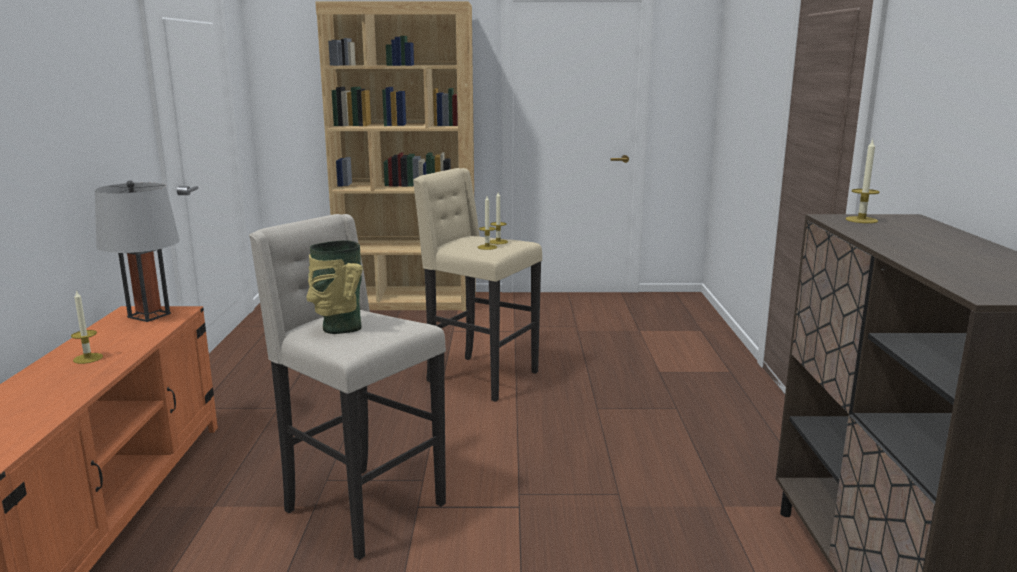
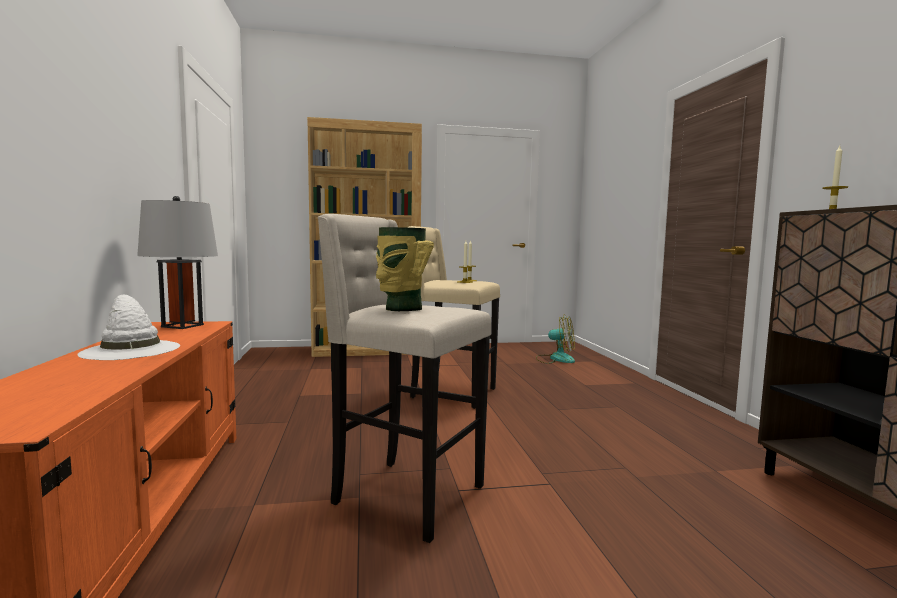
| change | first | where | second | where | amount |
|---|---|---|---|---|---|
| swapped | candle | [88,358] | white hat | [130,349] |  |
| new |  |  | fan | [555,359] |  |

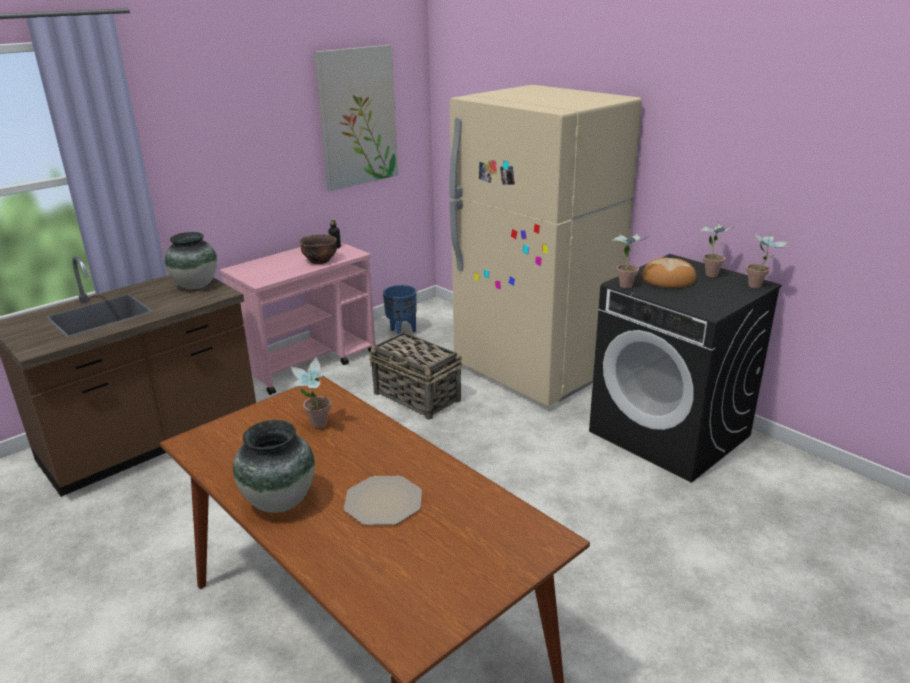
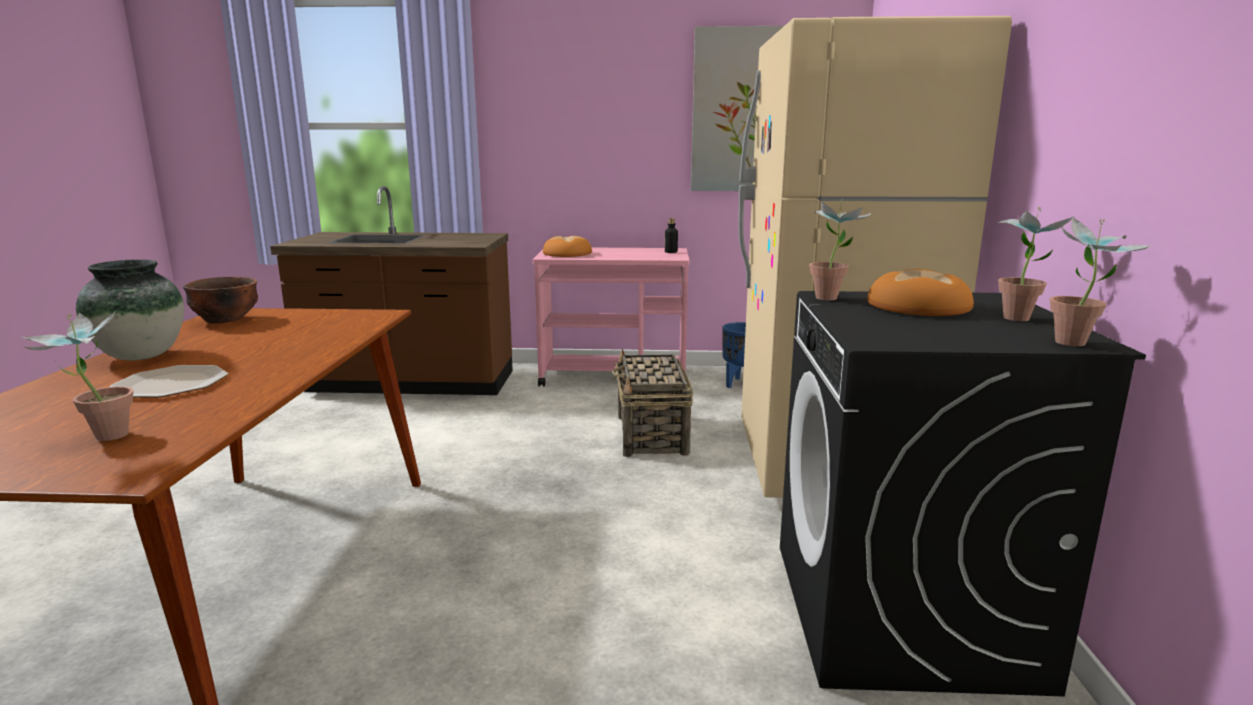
| change | first | where | second | where | amount |
|---|---|---|---|---|---|
| shifted | potted plant | [317,427] |  | [99,437] |  |
| shifted | brown bowl | [319,261] |  | [225,320] |  |
| new |  |  | bread | [567,253] |  |
| gone | vase | [196,286] |  |  |  |

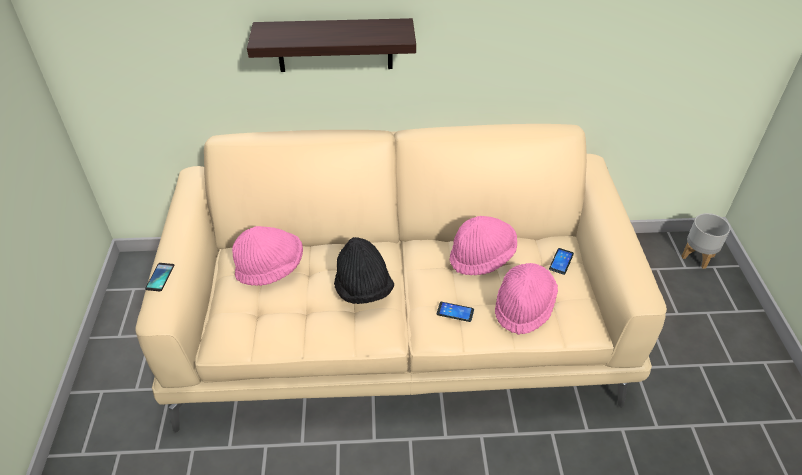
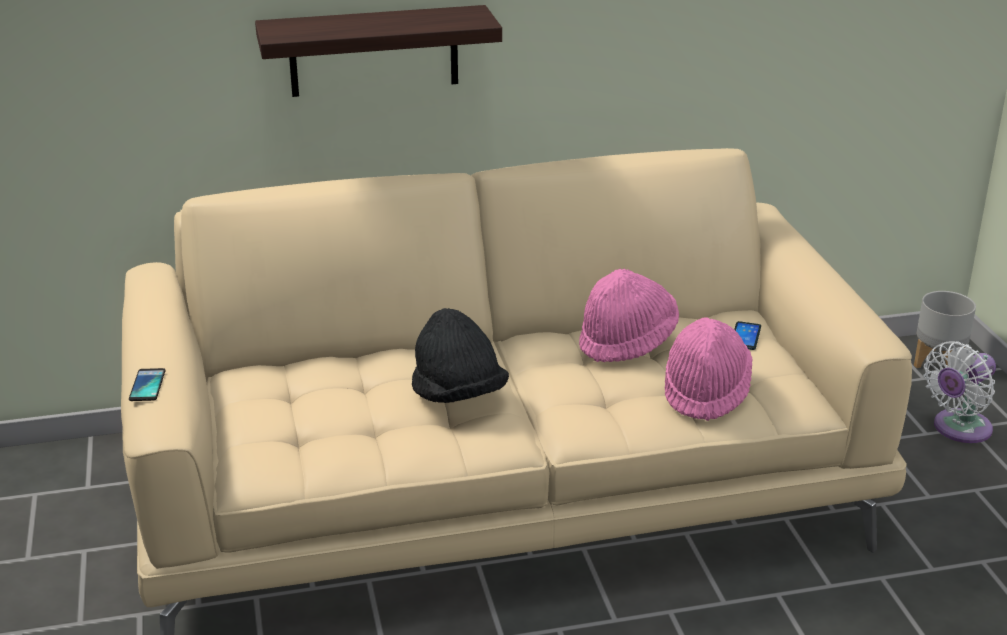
| change | first | where | second | where | amount |
|---|---|---|---|---|---|
| new |  |  | white fan | [958,429] |  |
| gone | pink hat | [270,268] |  |  |  |
| gone | phone | [455,312] |  |  |  |

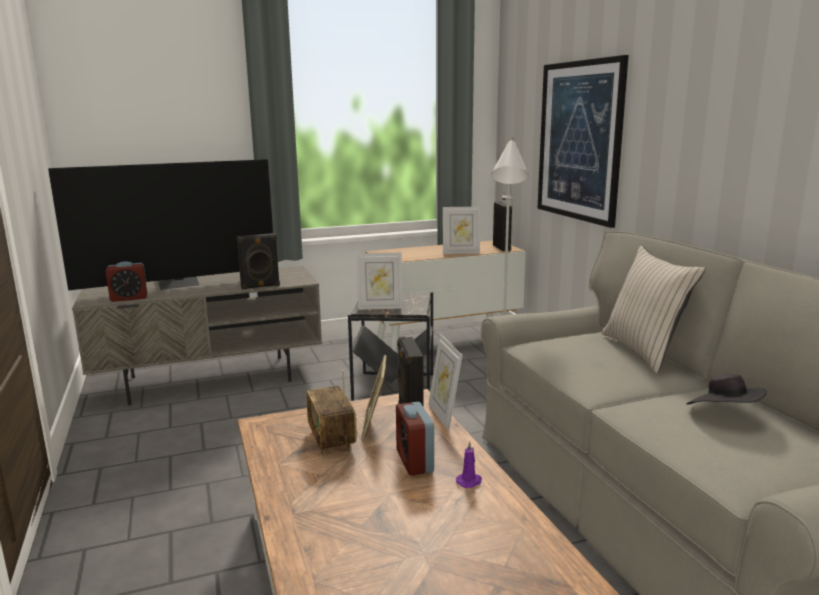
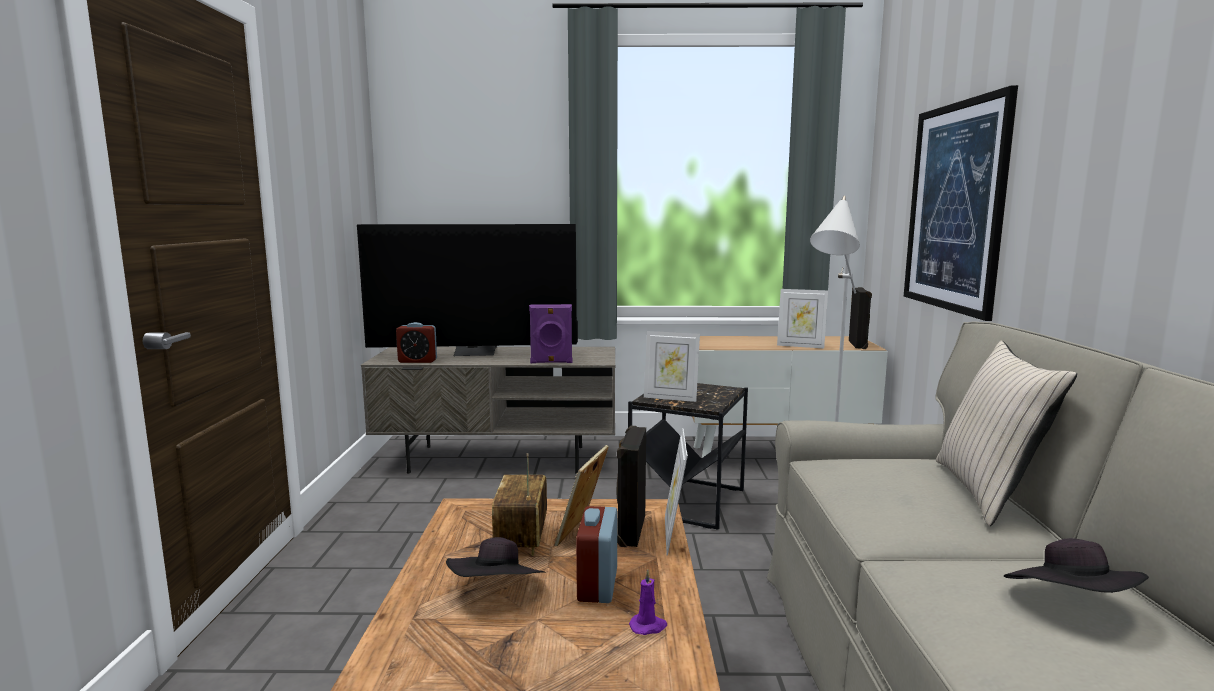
| change | first | where | second | where | amount |
|---|---|---|---|---|---|
| new |  |  | black hat | [497,592] |  |
| repainted | black speaker | [260,286] | purple speaker | [551,362] |  |

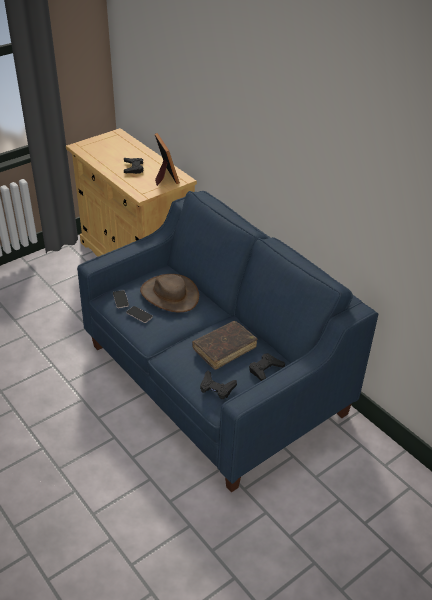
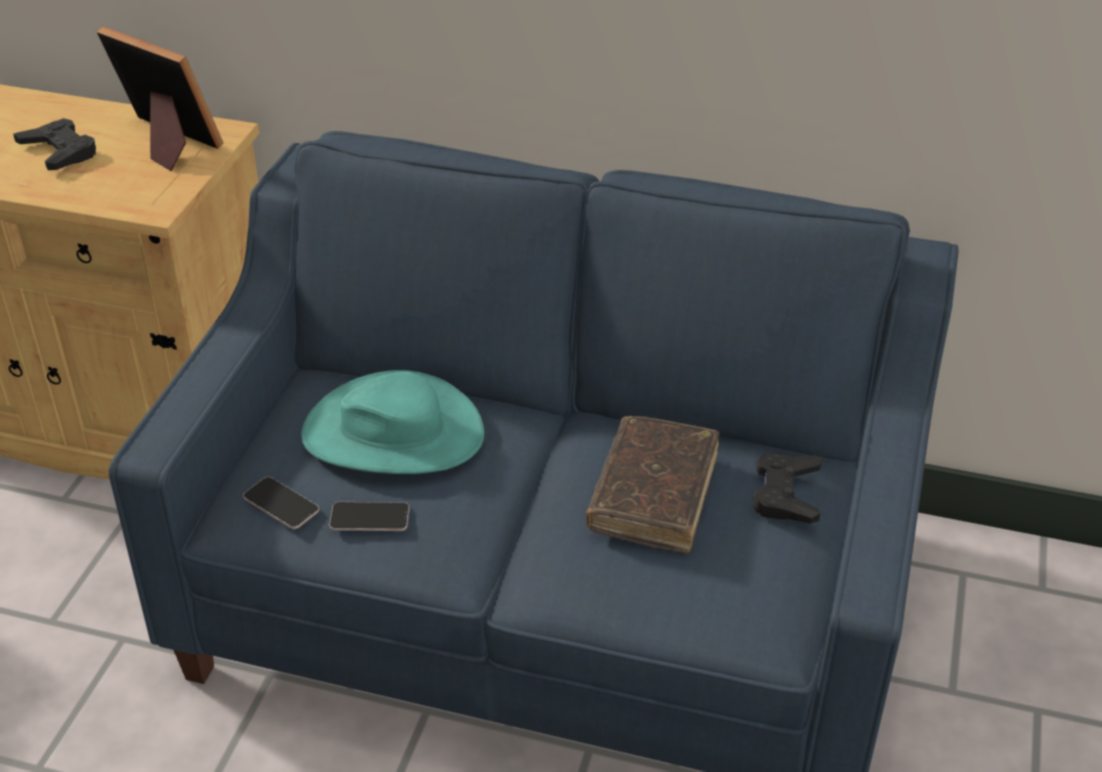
| change | first | where | second | where | amount |
|---|---|---|---|---|---|
| repainted | brown hat | [169,294] | turquoise hat | [393,433] |  |
| gone | black game controller | [216,388] |  |  |  |

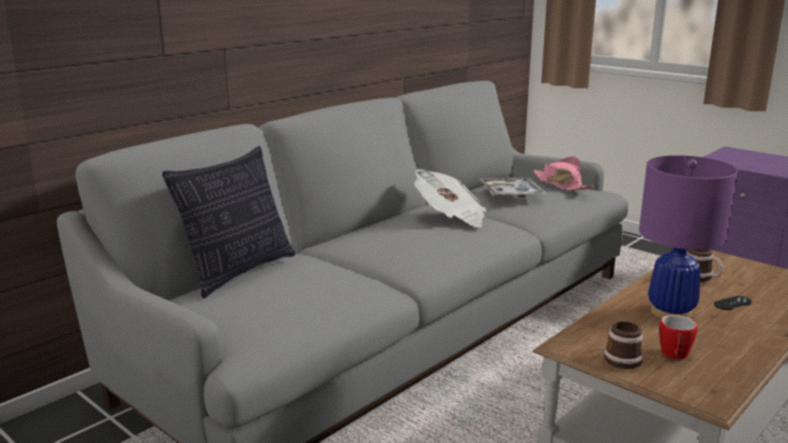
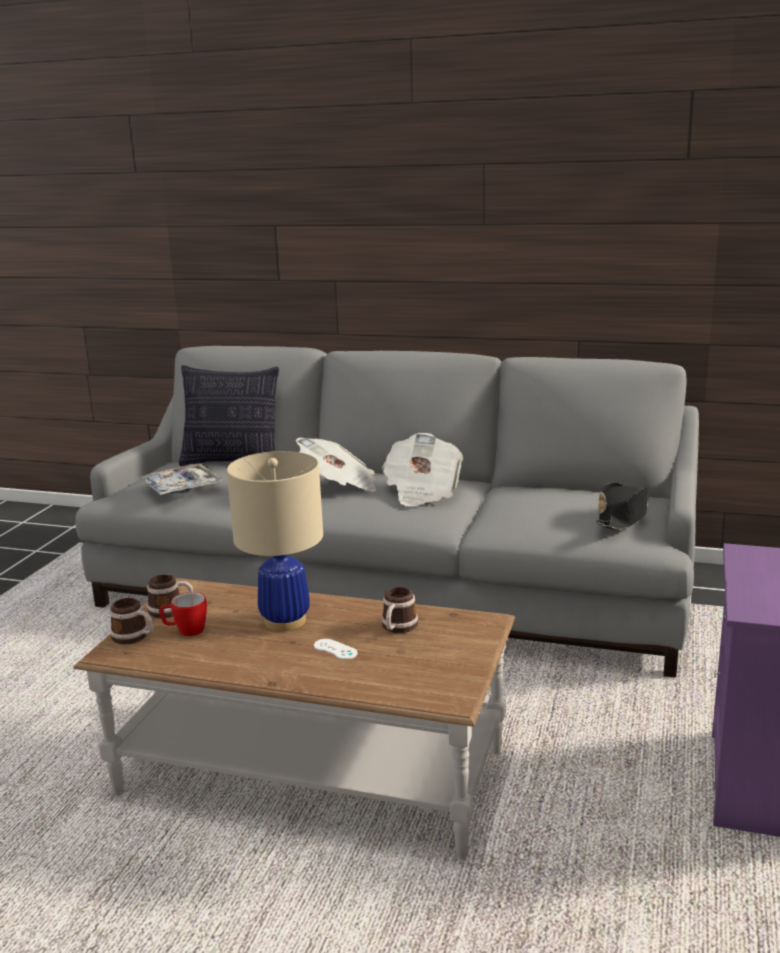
| change | first | where | second | where | amount |
|---|---|---|---|---|---|
| new |  |  | mug | [134,637] |  |
| shifted | tray | [511,194] |  | [181,488] |  |
| repainted | purple table lamp | [671,312] | beige table lamp | [285,621] |  |
| new |  |  | newspaper | [340,485] |  |
| repainted | black game controller | [732,303] | white game controller | [335,649] |  |
| repainted | pink hat | [561,184] | black hat | [623,517] |  |

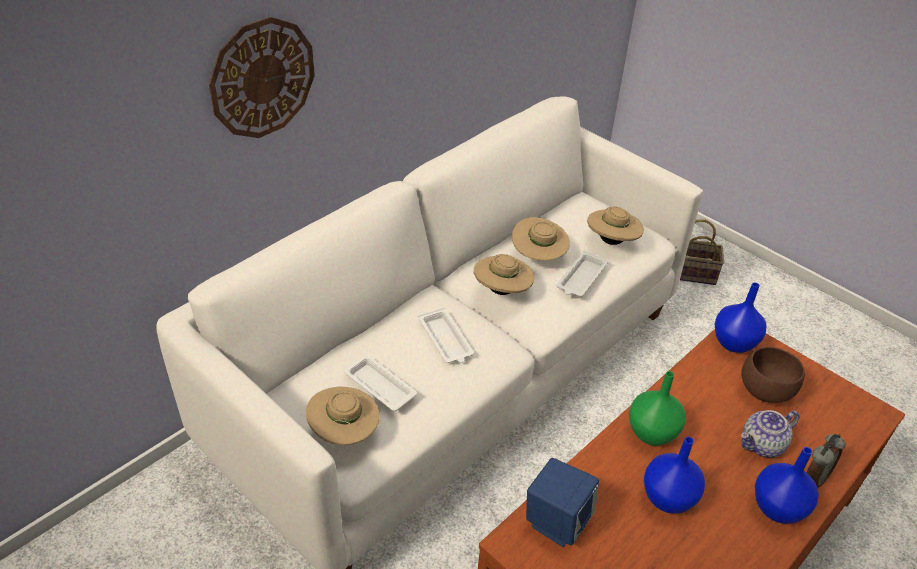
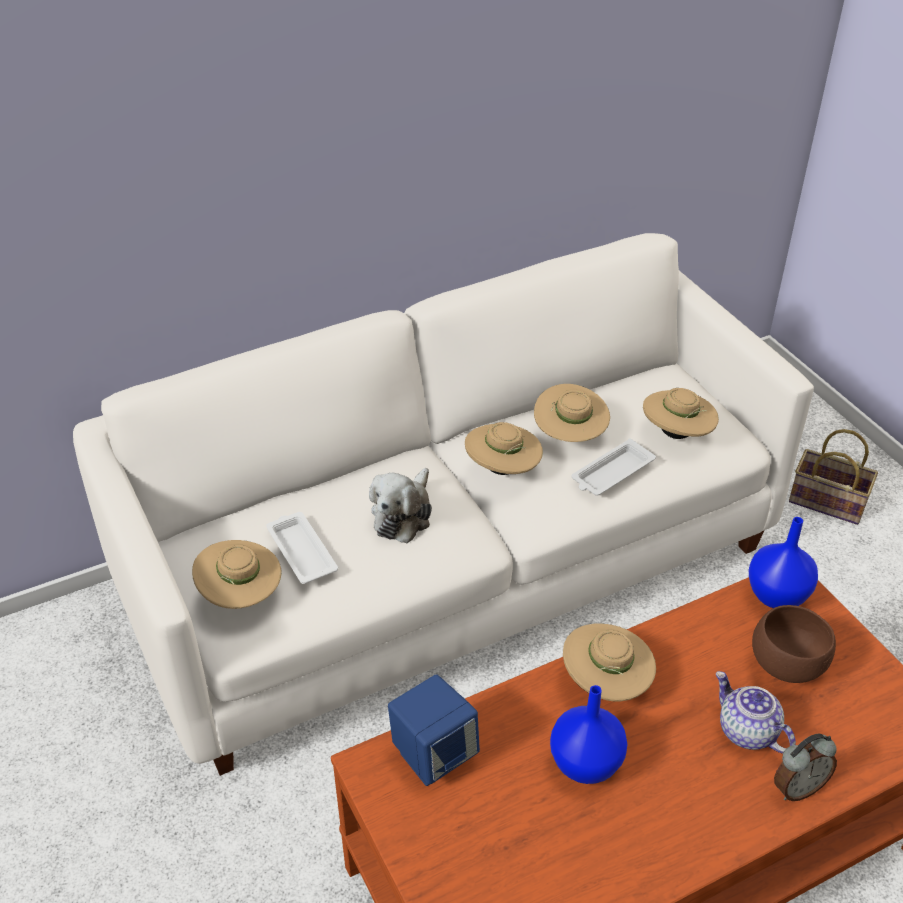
| change | first | where | second | where | amount |
|---|---|---|---|---|---|
| swapped | white tray | [445,340] | plush toy | [403,515] |  |
| swapped | green vase | [652,434] | beige hat | [606,683] |  |
| rotated | teapot | [762,445] |  | [746,731] | 60 degrees clockwise |
| gone | wall clock | [262,78] |  |  |  |
| gone | blue vase | [778,507] |  |  |  |

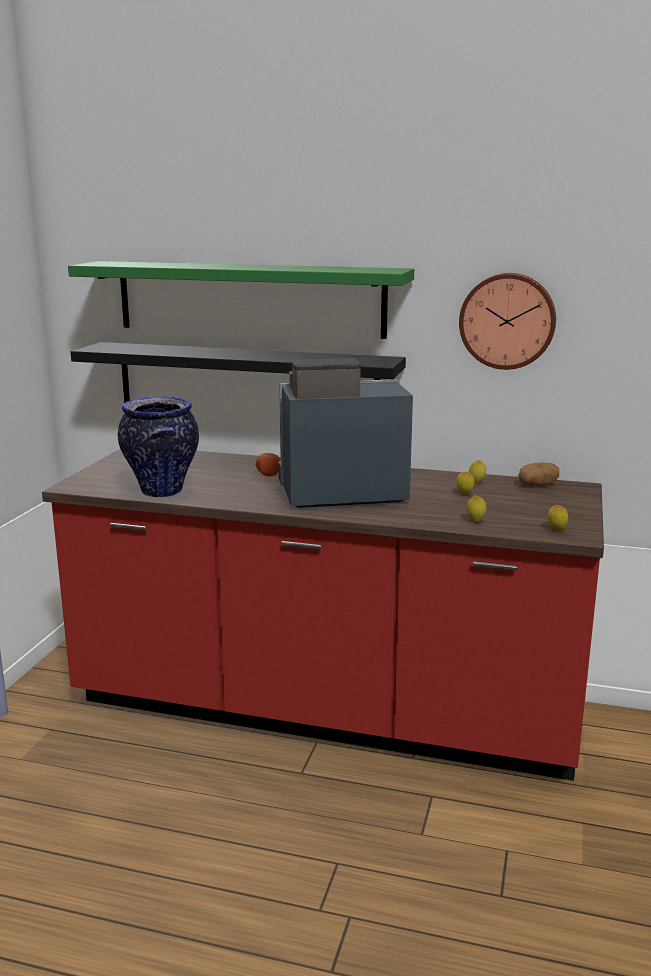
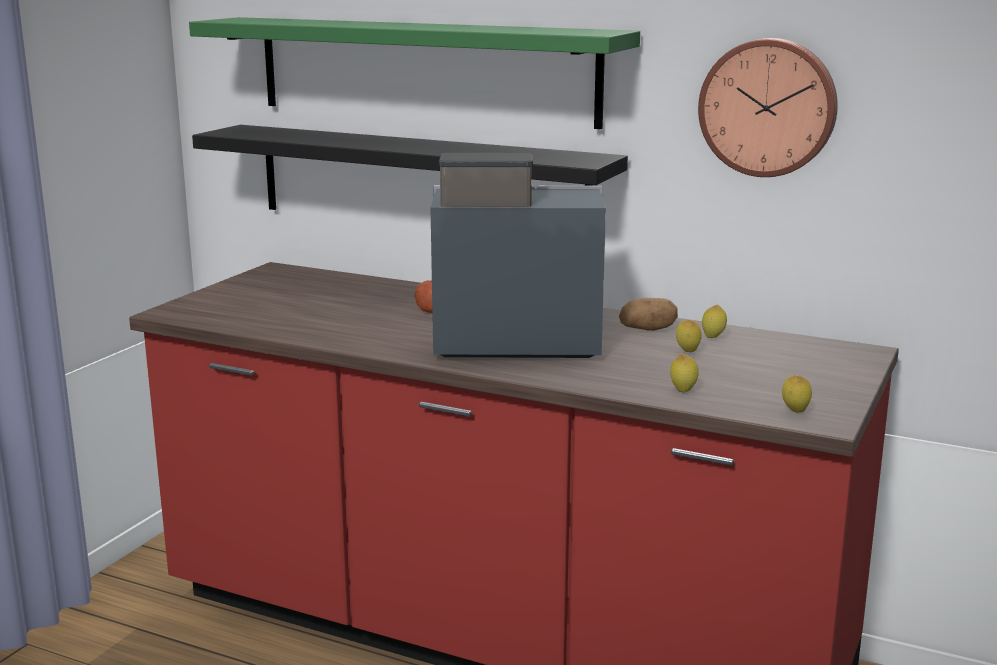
| change | first | where | second | where | amount |
|---|---|---|---|---|---|
| shifted | potato | [537,485] |  | [647,329] |  |
| gone | vase | [162,492] |  |  |  |

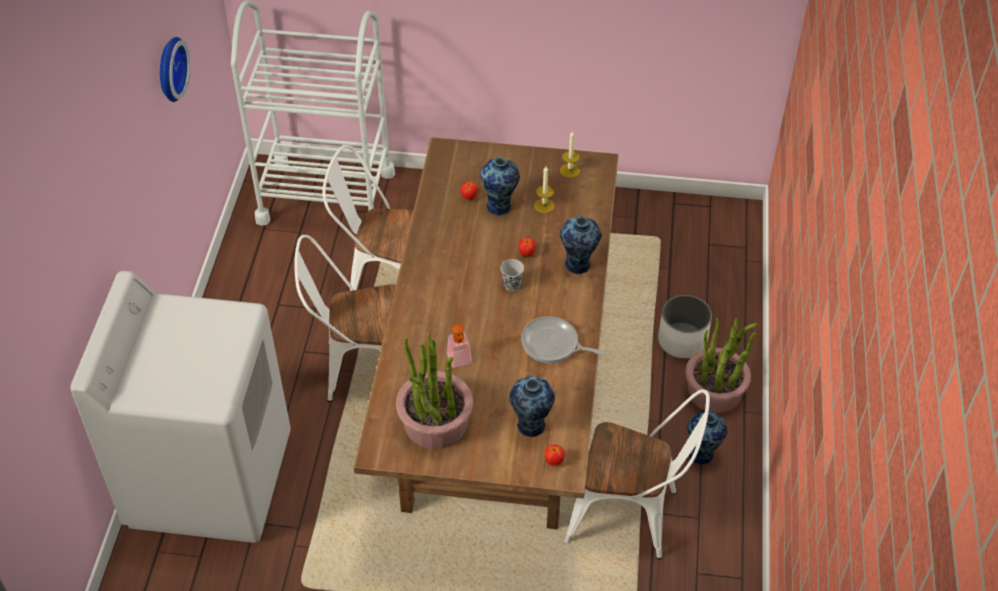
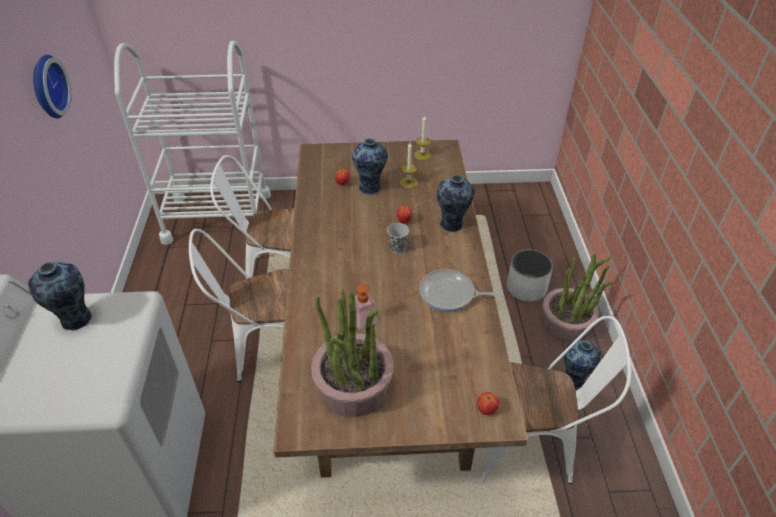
| change | first | where | second | where | amount |
|---|---|---|---|---|---|
| shifted | vase | [530,427] |  | [75,320] |  |

